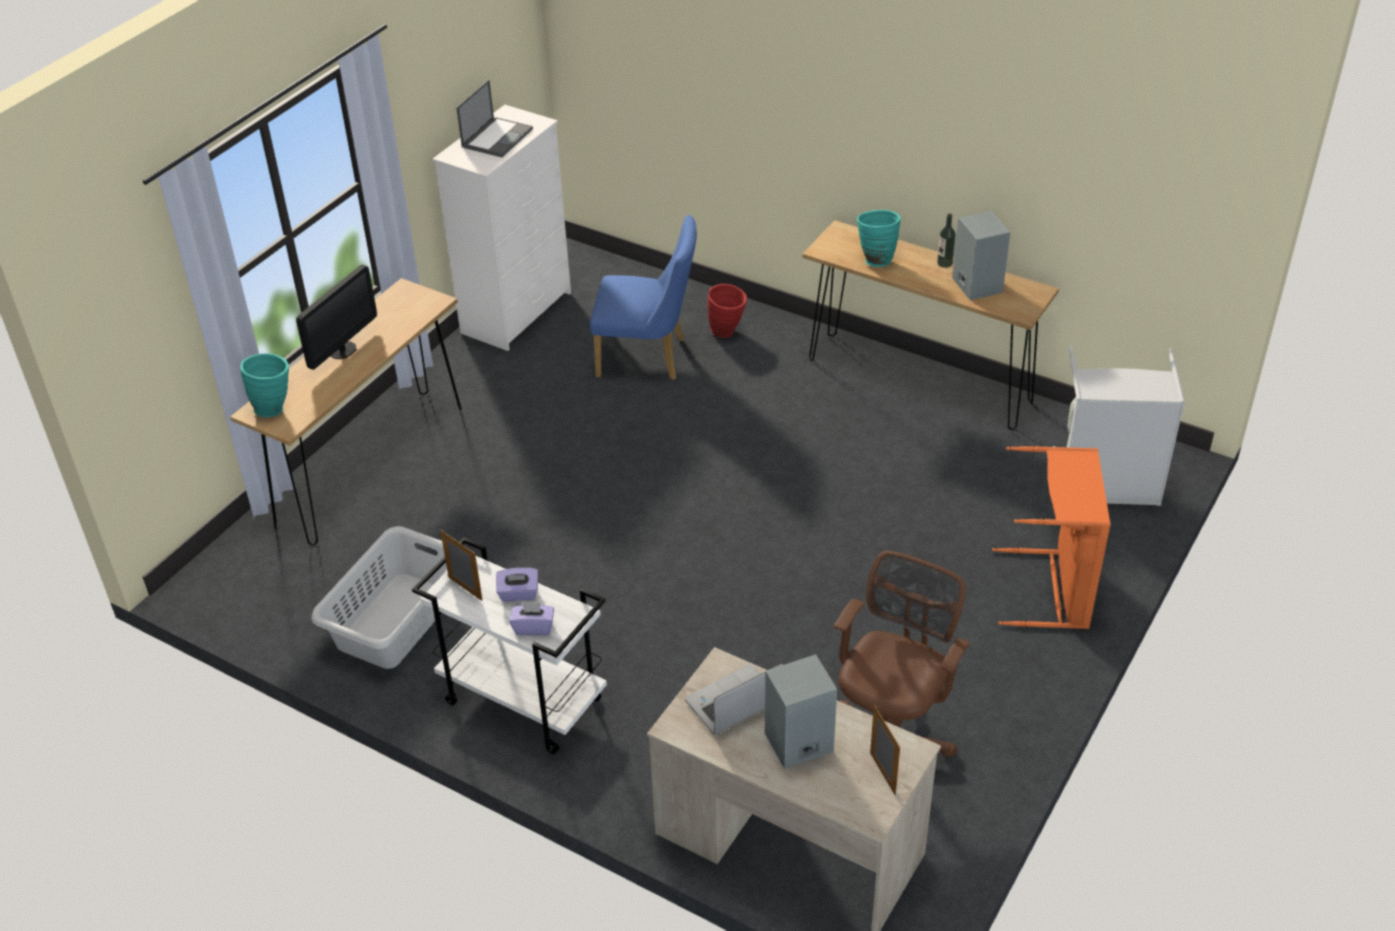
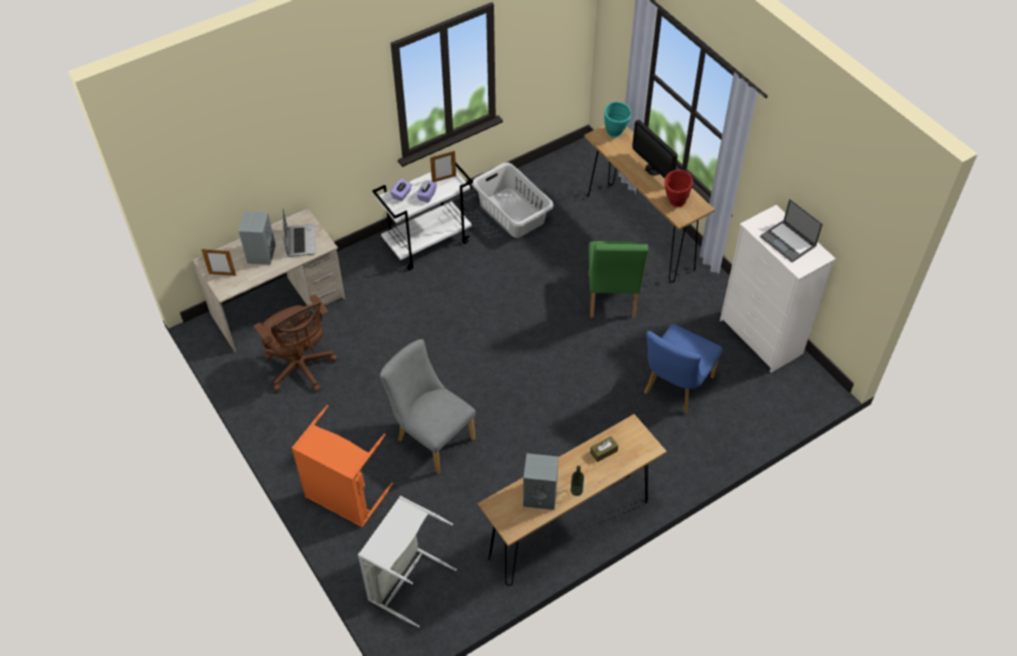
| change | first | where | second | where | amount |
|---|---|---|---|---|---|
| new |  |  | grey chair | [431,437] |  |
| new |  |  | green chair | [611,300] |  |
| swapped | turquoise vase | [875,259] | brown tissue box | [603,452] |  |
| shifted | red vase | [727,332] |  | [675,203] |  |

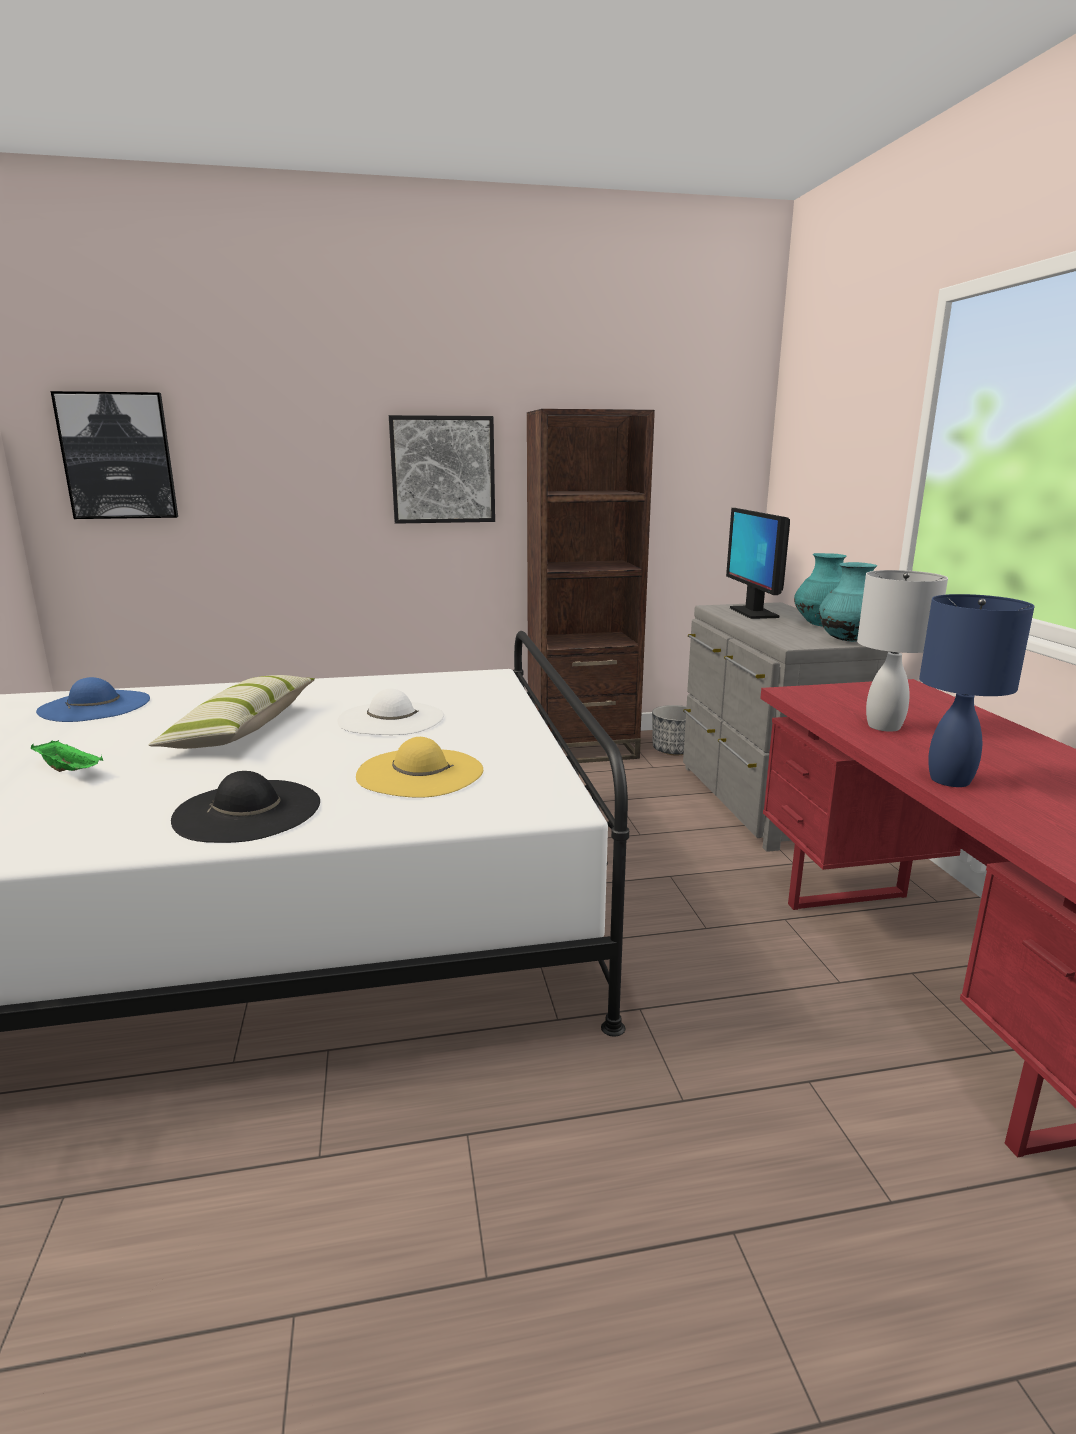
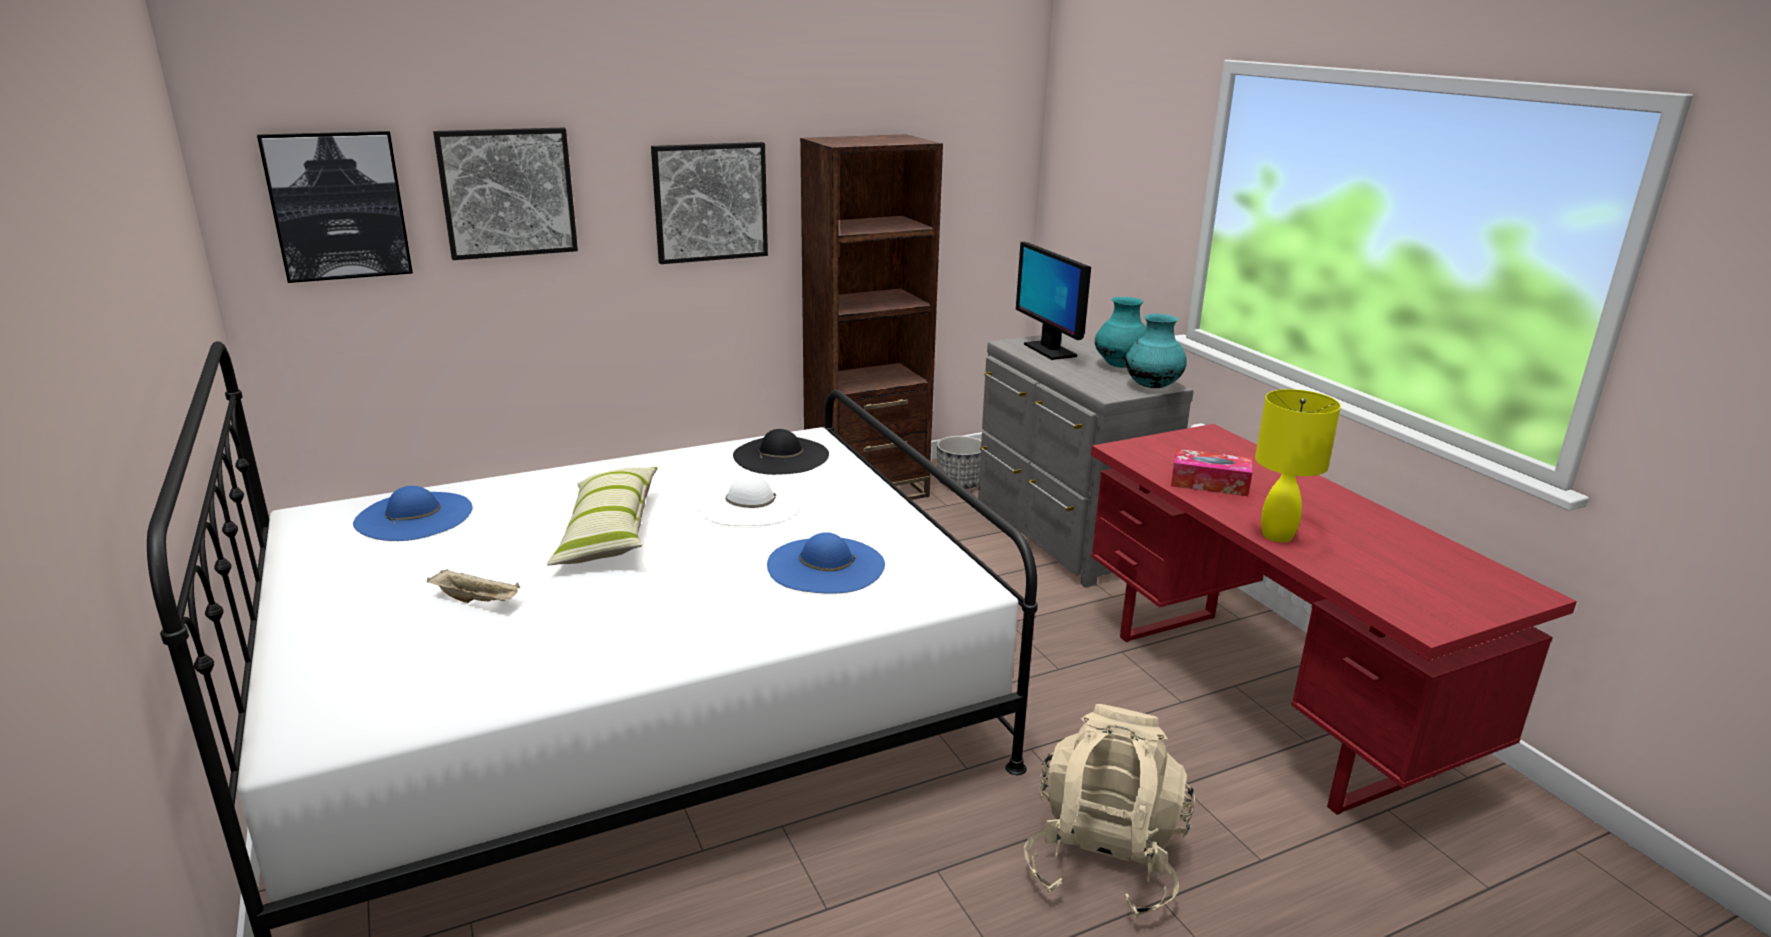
| change | first | where | second | where | amount |
|---|---|---|---|---|---|
| repainted | green tray | [70,771] | beige tray | [477,600] |  |
| new |  |  | picture | [508,193] |  |
| shifted | black hat | [248,811] |  | [781,455] |  |
| repainted | yellow hat | [420,772] | blue hat | [825,565] |  |
| new |  |  | beige backpack | [1104,860] |  |
| swapped | white table lamp | [883,726] | tissue box | [1209,483] |  |
| repainted | blue table lamp | [950,779] | yellow table lamp | [1277,535] |  |

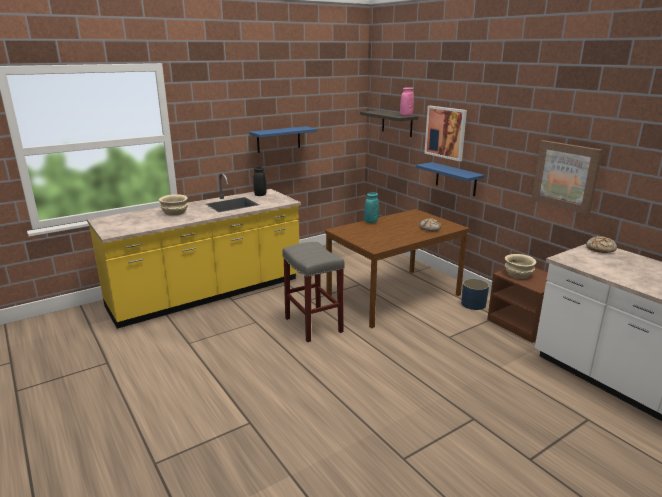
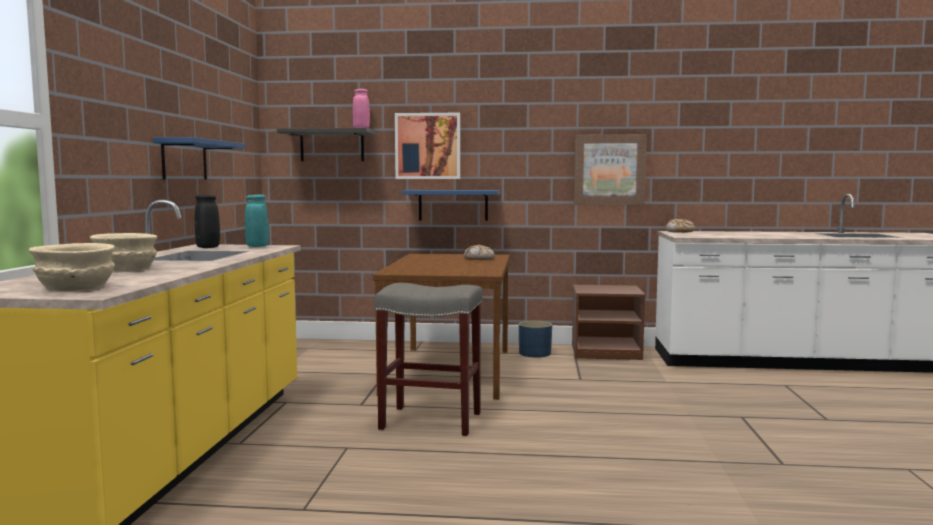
| change | first | where | second | where | amount |
|---|---|---|---|---|---|
| shifted | beige bowl | [518,274] |  | [77,287] |  |
| shifted | turquoise vase | [371,222] |  | [257,246] |  |

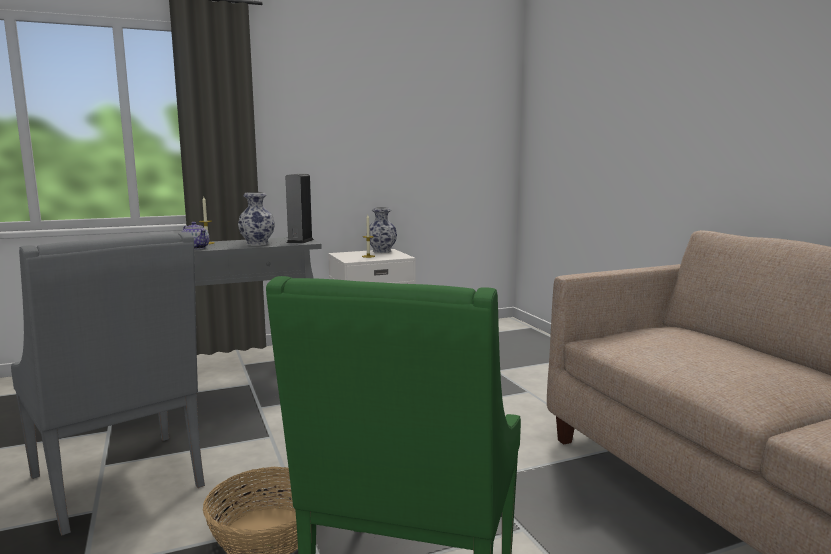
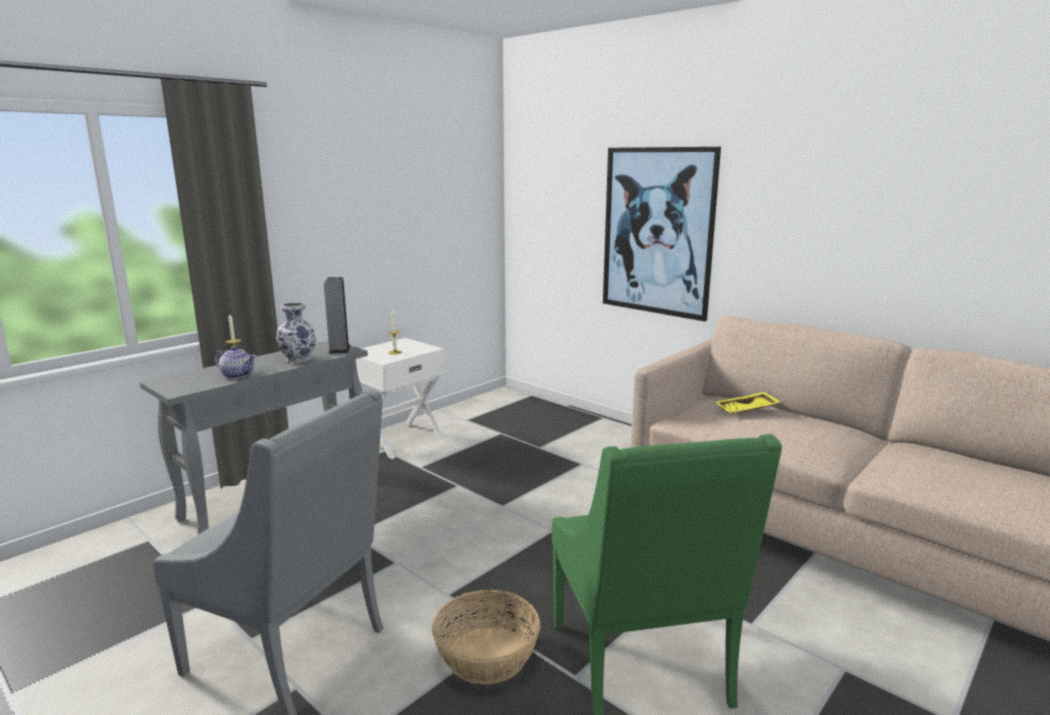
| change | first | where | second | where | amount |
|---|---|---|---|---|---|
| new |  |  | picture | [657,232] |  |
| new |  |  | yellow tray | [747,410] |  |
| gone | vase | [382,251] |  |  |  |

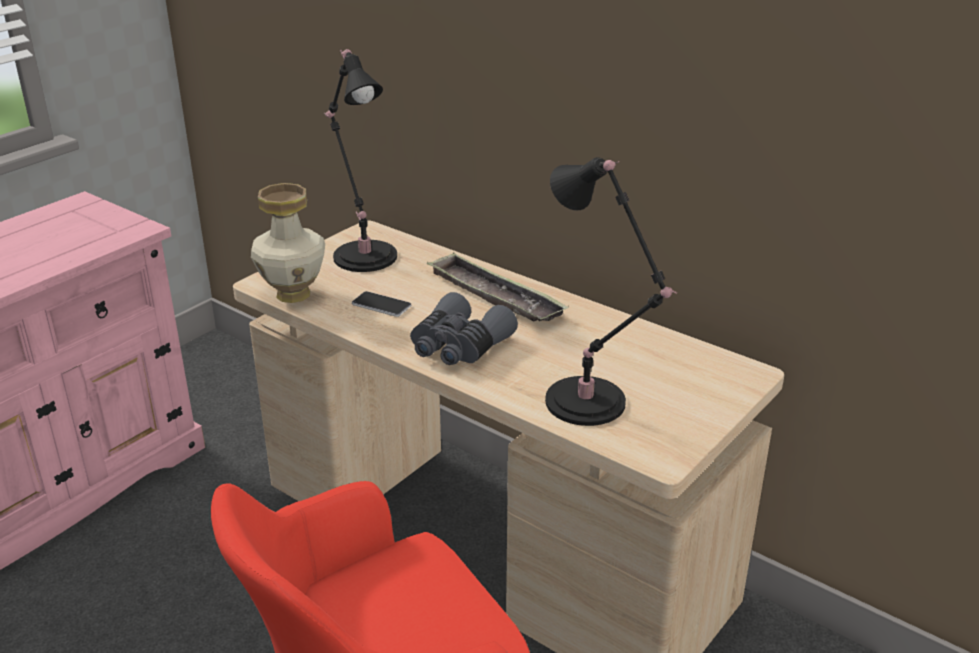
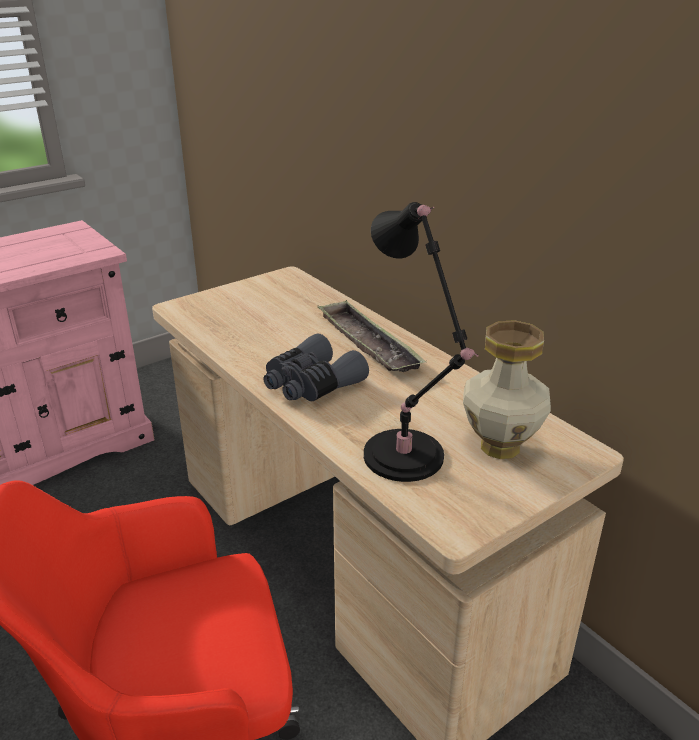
| change | first | where | second | where | amount |
|---|---|---|---|---|---|
| shifted | vase | [292,294] |  | [499,447] |  |
| gone | black table lamp | [363,254] |  |  |  |
| gone | phone | [381,305] |  |  |  |

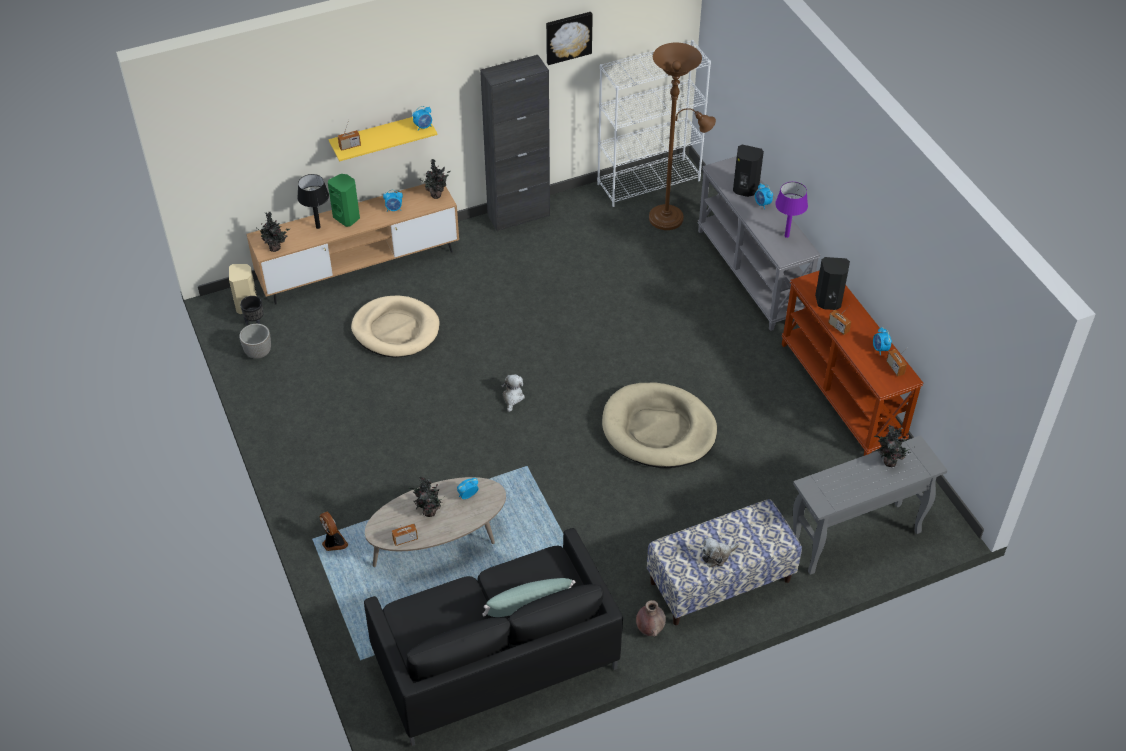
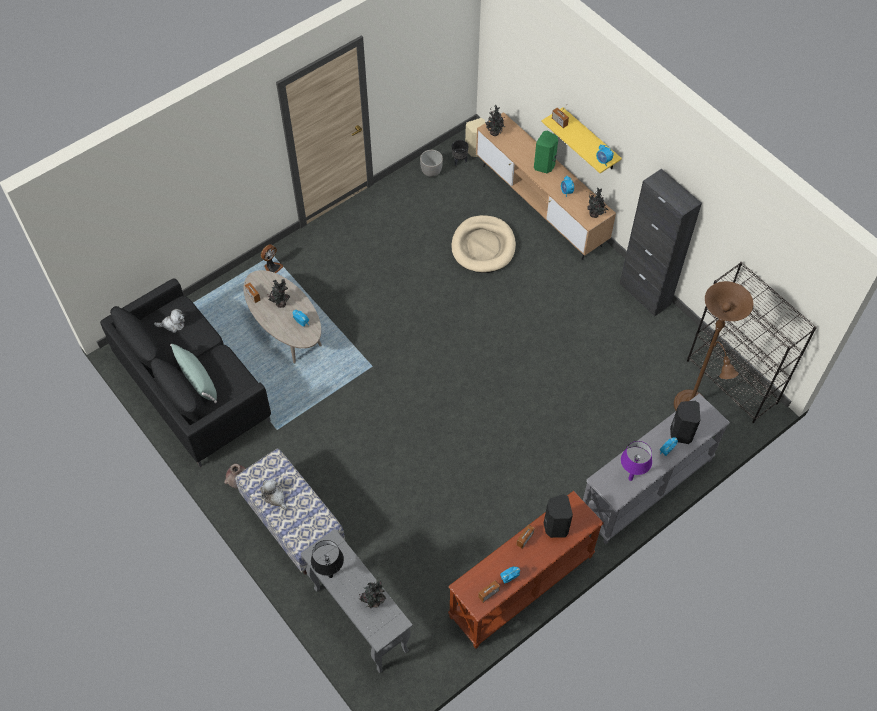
| change | first | where | second | where | amount |
|---|---|---|---|---|---|
| shifted | plush toy | [513,397] |  | [173,324] |  |
| shifted | black table lamp | [318,227] |  | [330,575] |  |
| repainted | white bookcase | [649,182] | black bookcase | [732,382] |  |
| gone | picture | [568,37] |  |  |  |
| gone | beige dog bed | [658,429] |  |  |  |

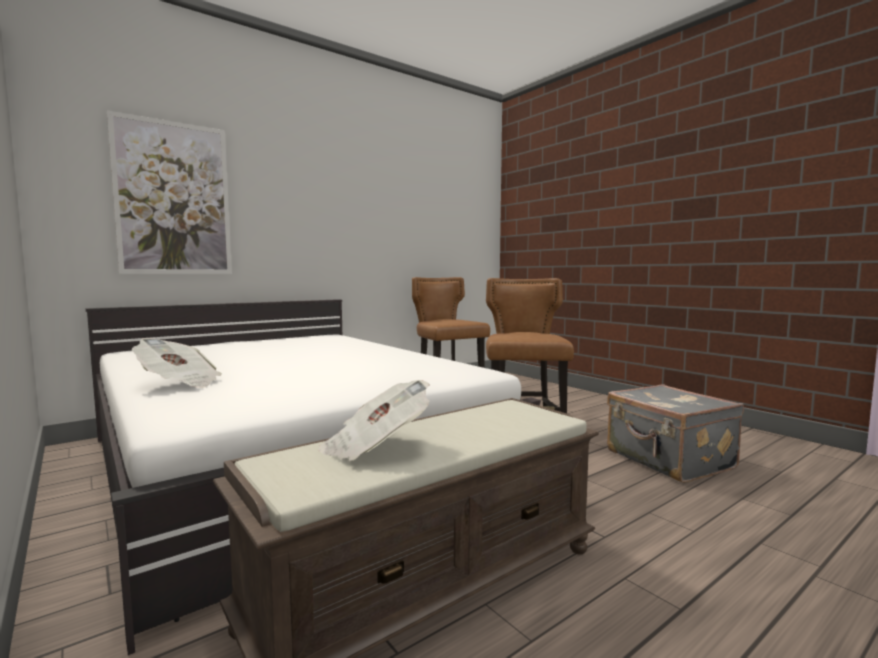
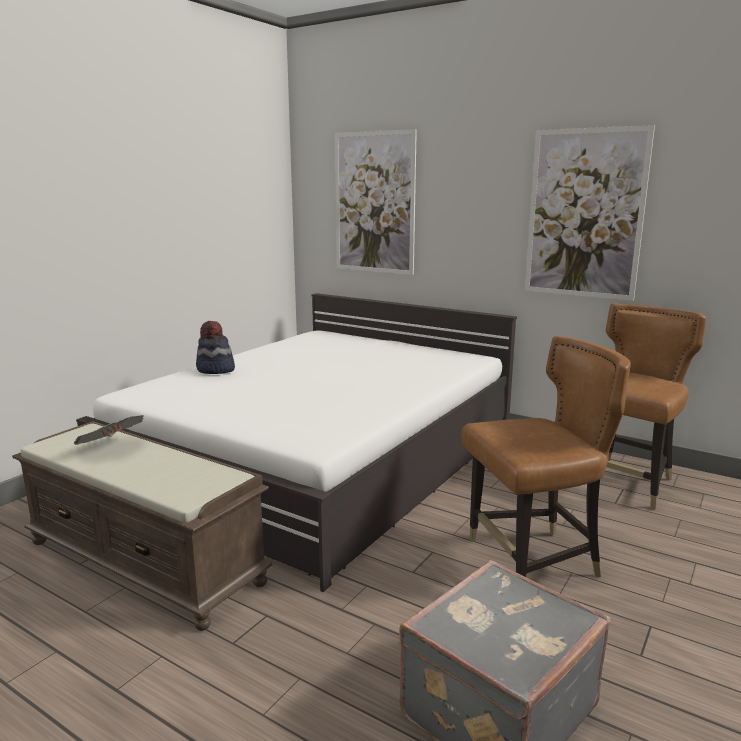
| change | first | where | second | where | amount |
|---|---|---|---|---|---|
| swapped | newspaper | [180,383] | hat | [215,370] |  |
| new |  |  | picture | [584,214] |  |

